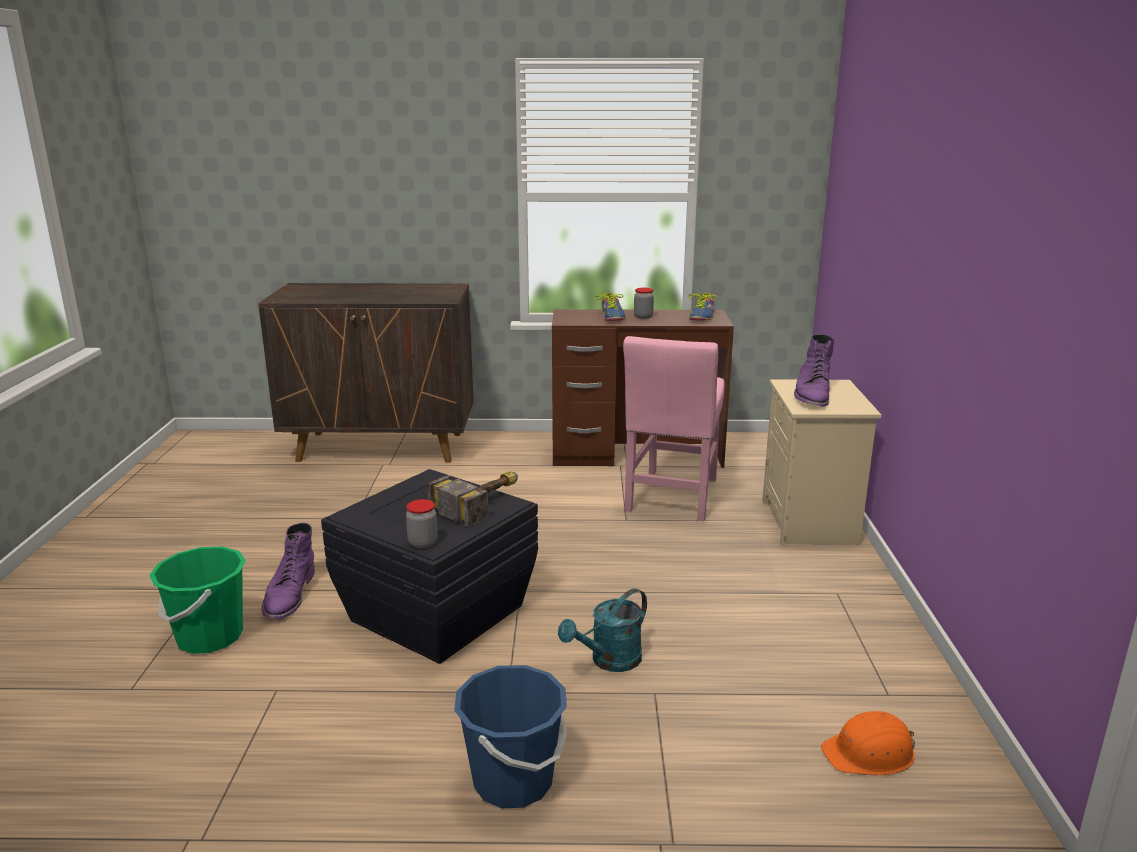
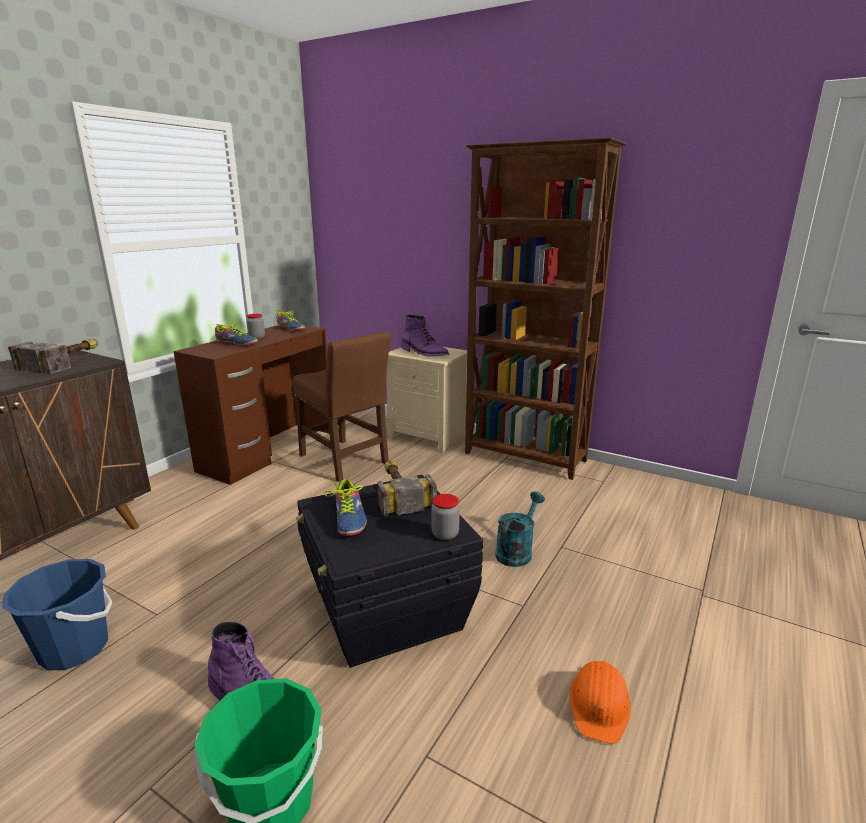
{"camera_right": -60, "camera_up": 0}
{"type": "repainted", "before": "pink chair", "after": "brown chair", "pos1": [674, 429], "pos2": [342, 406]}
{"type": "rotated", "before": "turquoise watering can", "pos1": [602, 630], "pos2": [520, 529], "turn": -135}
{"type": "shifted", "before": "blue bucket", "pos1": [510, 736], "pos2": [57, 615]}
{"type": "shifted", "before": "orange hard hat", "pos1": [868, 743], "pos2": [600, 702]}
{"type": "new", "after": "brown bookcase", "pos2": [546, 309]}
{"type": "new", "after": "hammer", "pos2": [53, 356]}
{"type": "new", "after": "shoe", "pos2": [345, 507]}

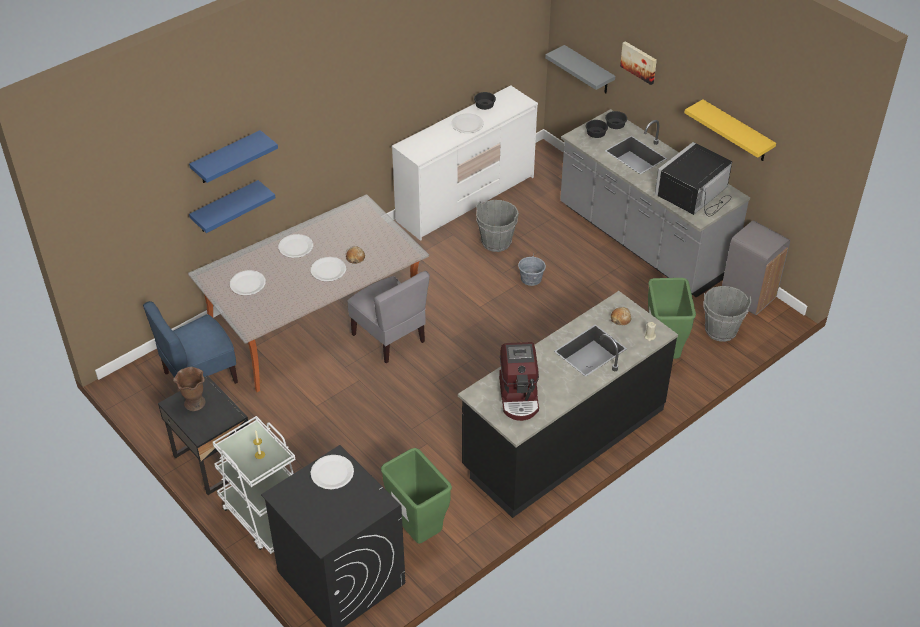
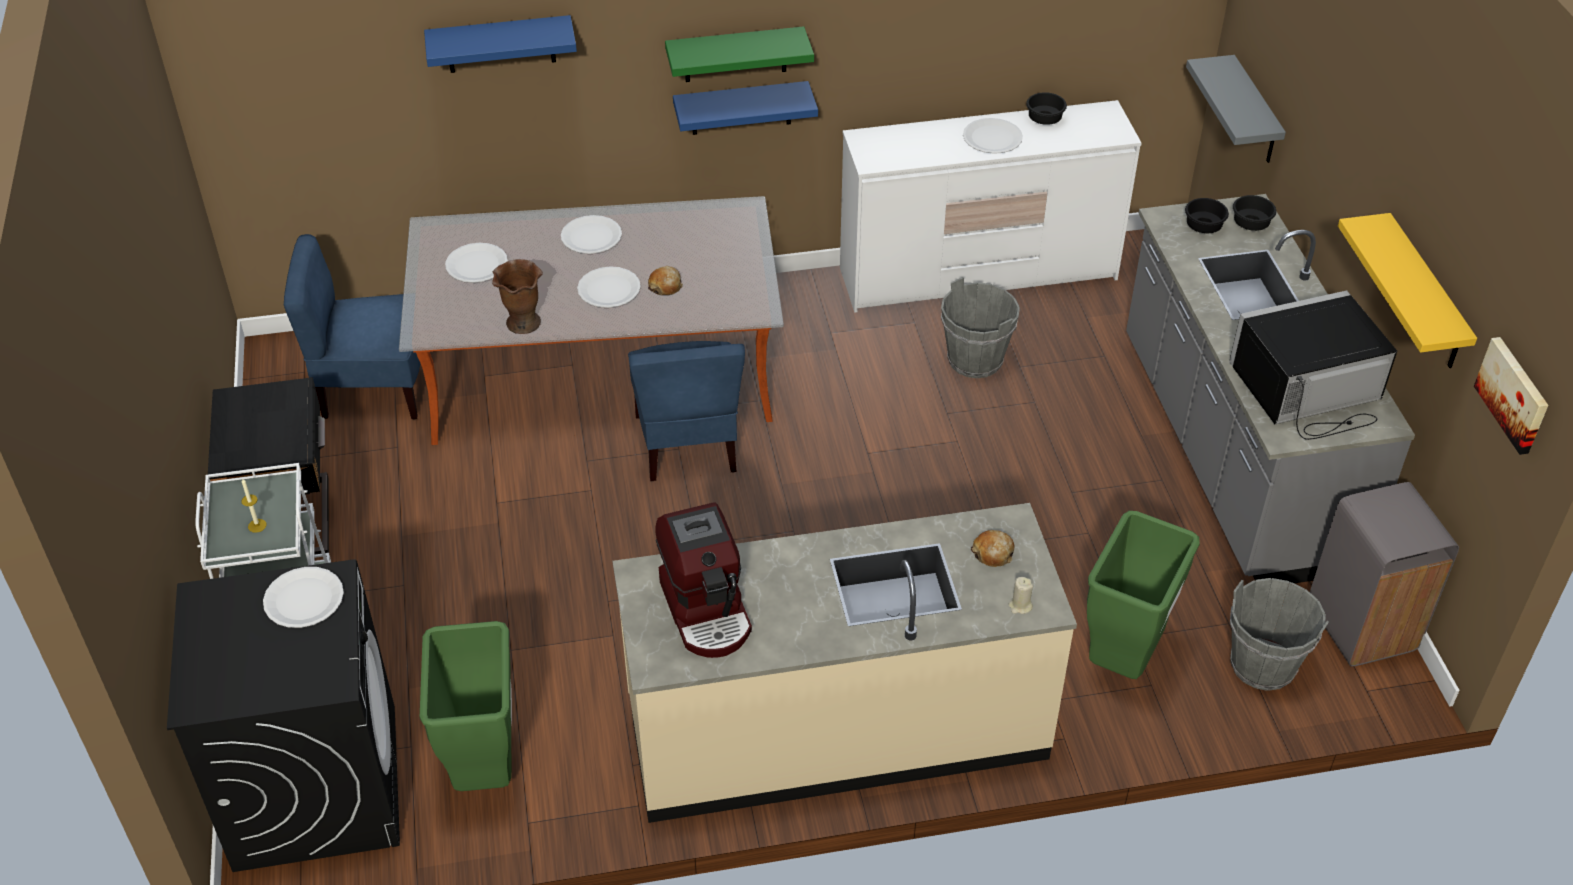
{"camera_right": 30, "camera_up": 0}
{"type": "shifted", "before": "picture", "pos1": [638, 63], "pos2": [1511, 396]}
{"type": "shifted", "before": "blue shelf", "pos1": [232, 206], "pos2": [745, 108]}
{"type": "gone", "before": "grey bucket", "pos1": [532, 269]}
{"type": "repainted", "before": "grey chair", "after": "blue chair", "pos1": [388, 317], "pos2": [686, 411]}
{"type": "repainted", "before": "black counter", "after": "beige counter", "pos1": [568, 404], "pos2": [845, 663]}
{"type": "rotated", "before": "coffee machine", "pos1": [519, 381], "pos2": [703, 580], "turn": -45}
{"type": "shifted", "before": "brown vase", "pos1": [189, 389], "pos2": [517, 296]}
{"type": "new", "after": "green shelf", "pos2": [739, 54]}

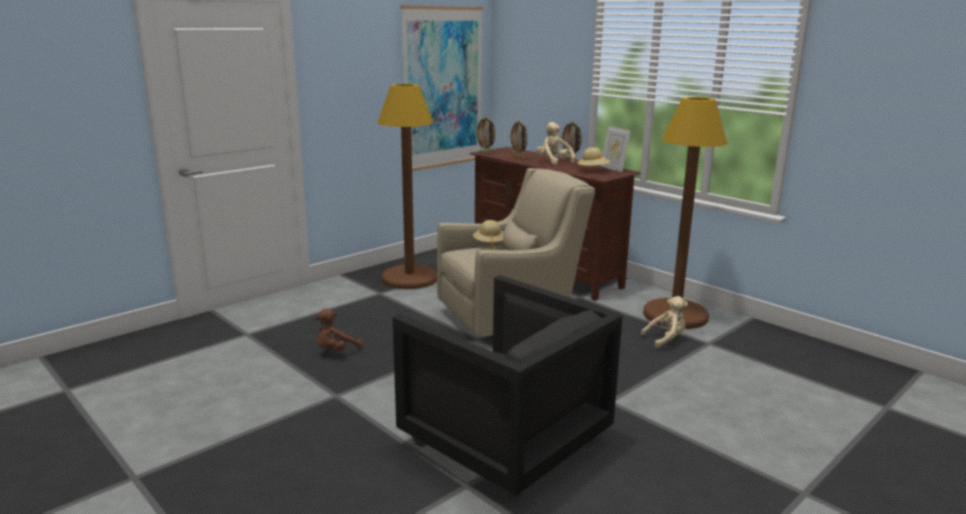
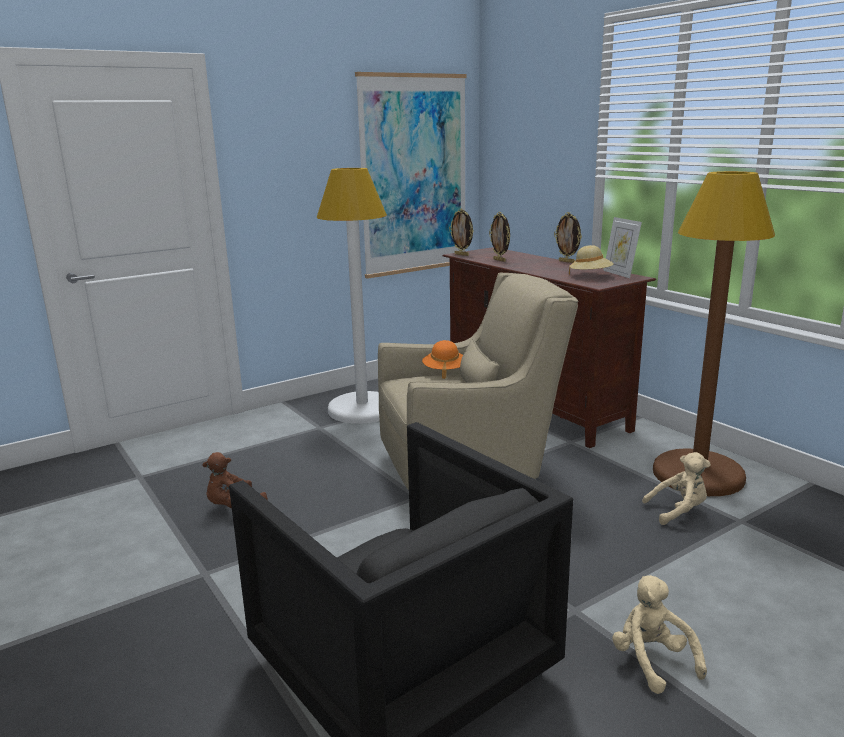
{"camera_right": 10, "camera_up": 0}
{"type": "repainted", "before": "brown floor lamp", "after": "white floor lamp", "pos1": [407, 186], "pos2": [352, 296]}
{"type": "shifted", "before": "beige plush toy", "pos1": [556, 143], "pos2": [659, 634]}
{"type": "repainted", "before": "beige hat", "after": "orange hat", "pos1": [488, 234], "pos2": [442, 359]}

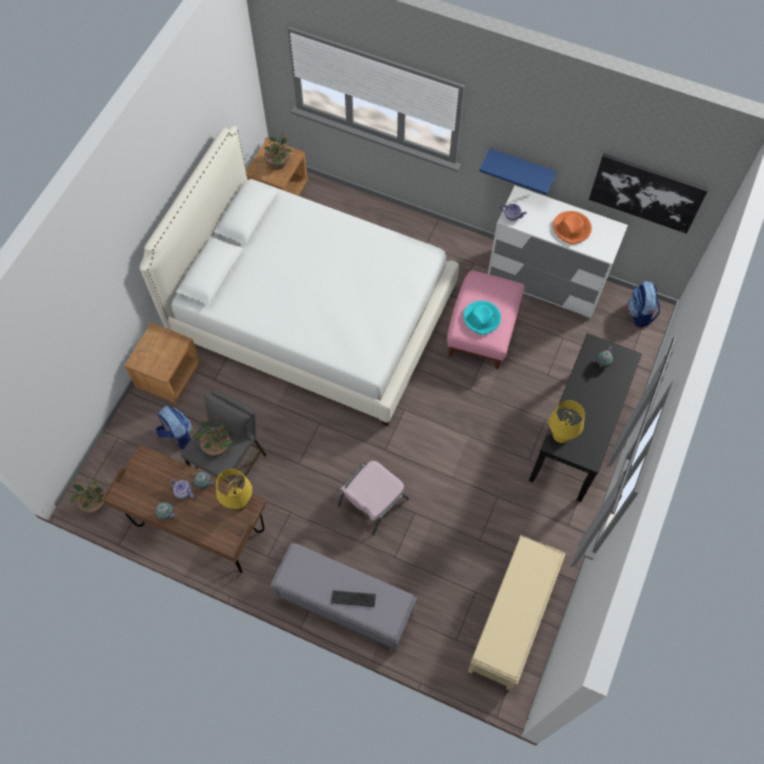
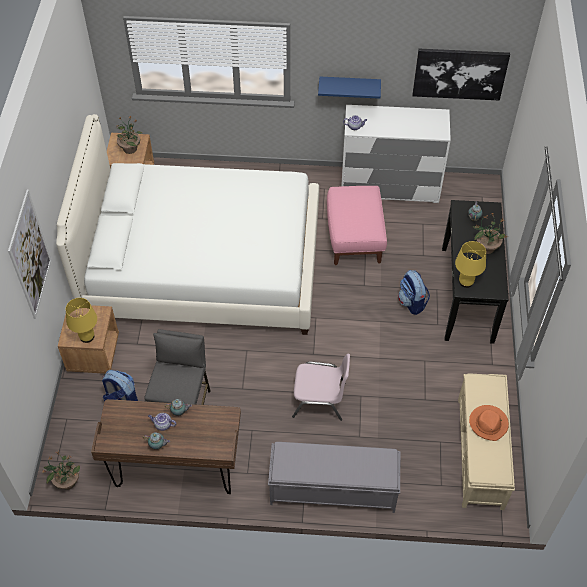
{"camera_right": -20, "camera_up": -10}
{"type": "shifted", "before": "orange hat", "pos1": [572, 228], "pos2": [489, 423]}
{"type": "shifted", "before": "backpack", "pos1": [643, 304], "pos2": [414, 292]}
{"type": "gone", "before": "turquoise hat", "pos1": [482, 318]}
{"type": "shifted", "before": "potted plant", "pos1": [212, 436], "pos2": [490, 233]}
{"type": "rotated", "before": "pink chair", "pos1": [373, 498], "pos2": [321, 387], "turn": -105}
{"type": "shifted", "before": "yellow table lamp", "pos1": [234, 490], "pos2": [81, 320]}
{"type": "gone", "before": "keyboard", "pos1": [353, 598]}
{"type": "new", "after": "picture", "pos2": [30, 254]}

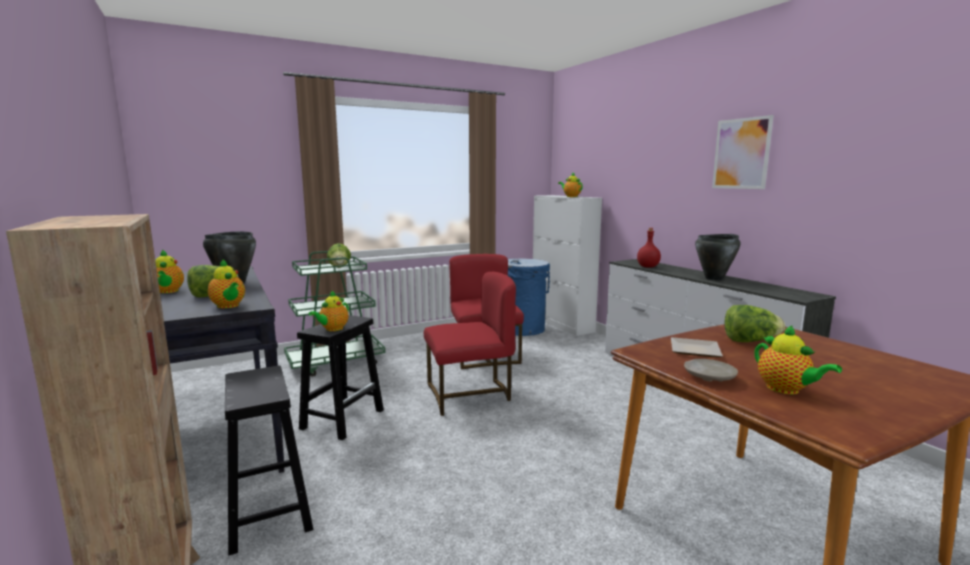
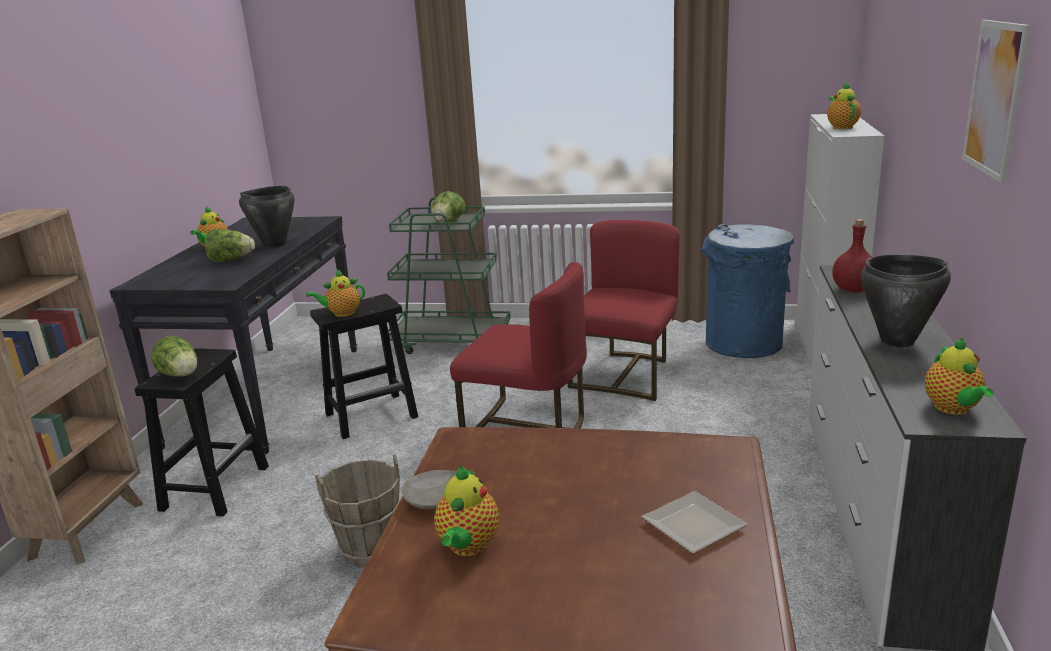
{"camera_right": 40, "camera_up": 10}
{"type": "shifted", "before": "teapot", "pos1": [226, 283], "pos2": [959, 376]}
{"type": "shifted", "before": "lettuce", "pos1": [755, 323], "pos2": [174, 356]}
{"type": "shifted", "before": "plate", "pos1": [697, 347], "pos2": [695, 522]}
{"type": "new", "after": "brown bucket", "pos2": [358, 511]}

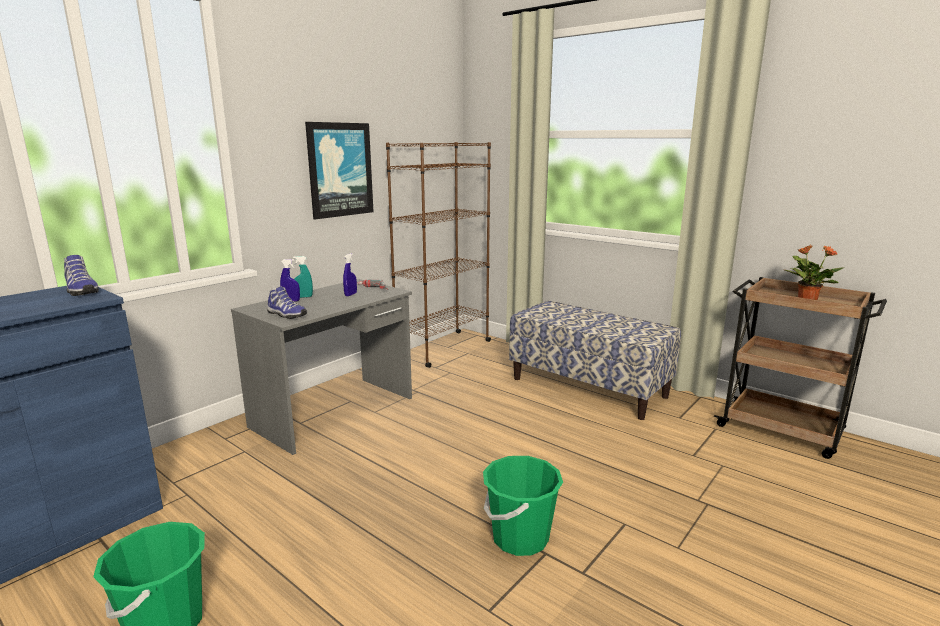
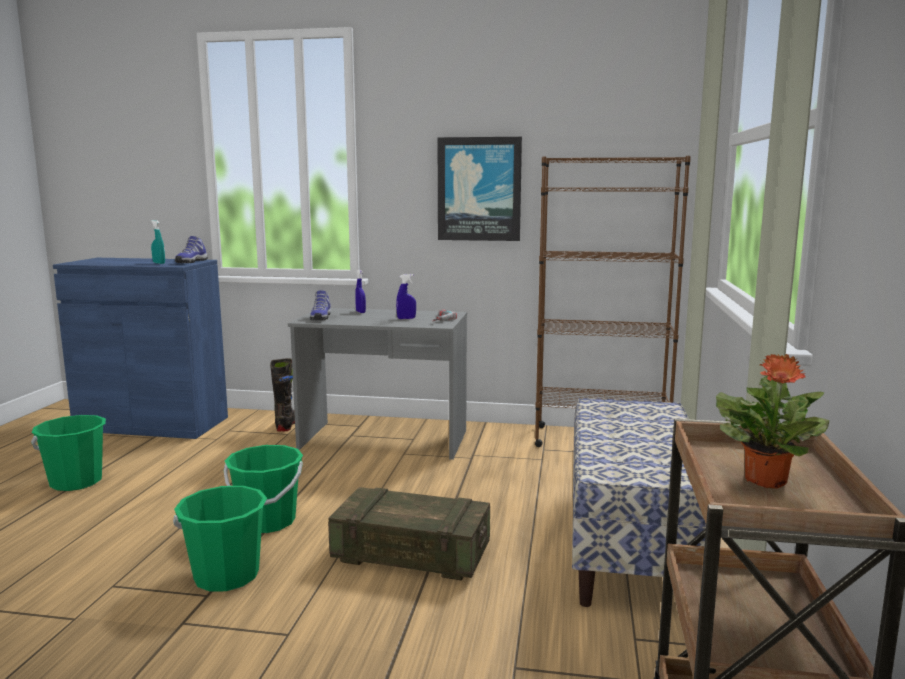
{"camera_right": 60, "camera_up": -5}
{"type": "shifted", "before": "turquoise spray bottle", "pos1": [303, 277], "pos2": [158, 242]}
{"type": "new", "after": "black boot", "pos2": [282, 394]}
{"type": "new", "after": "green bucket", "pos2": [263, 489]}
{"type": "new", "after": "crate", "pos2": [409, 534]}

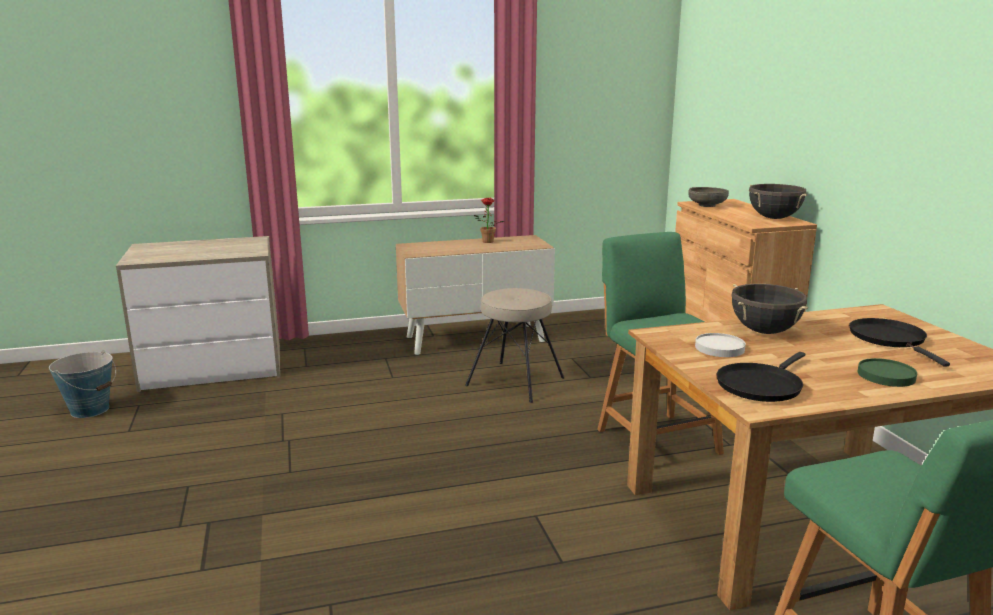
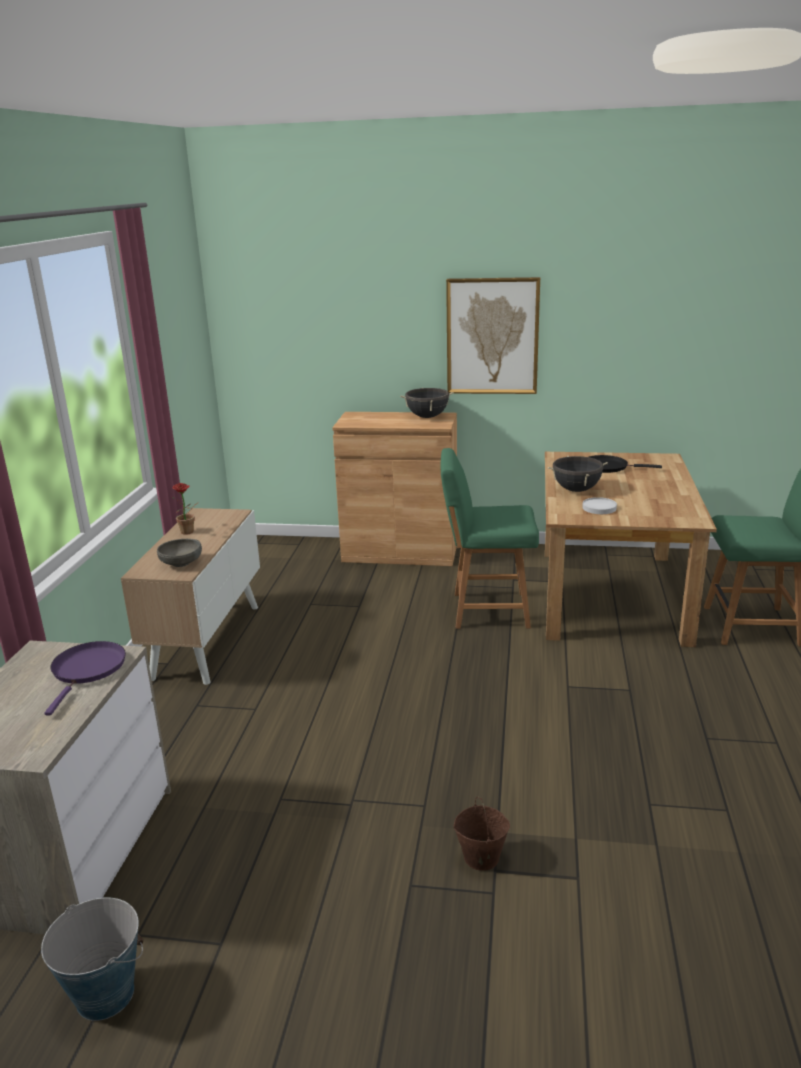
{"camera_right": -65, "camera_up": 5}
{"type": "shifted", "before": "grey bowl", "pos1": [708, 197], "pos2": [179, 553]}
{"type": "gone", "before": "beige stool", "pos1": [514, 345]}
{"type": "gone", "before": "black frying pan", "pos1": [760, 377]}
{"type": "gone", "before": "green plate", "pos1": [887, 372]}
{"type": "new", "after": "picture", "pos2": [493, 335]}
{"type": "new", "after": "purple frying pan", "pos2": [85, 678]}
{"type": "new", "after": "brown bucket", "pos2": [481, 833]}

